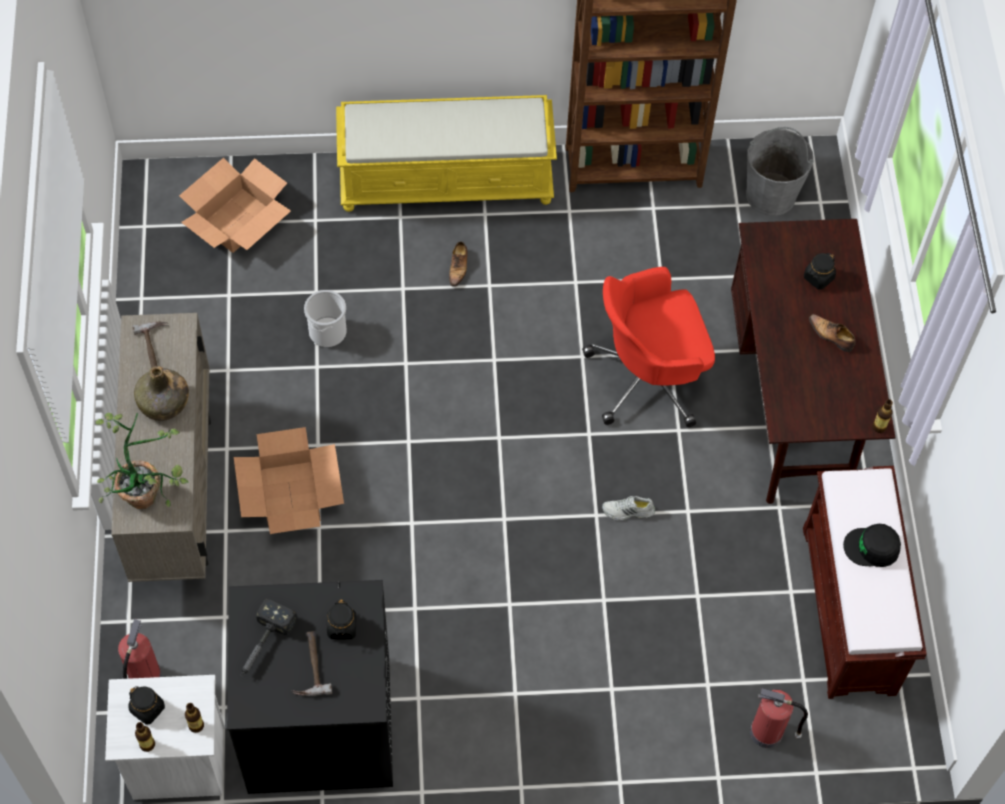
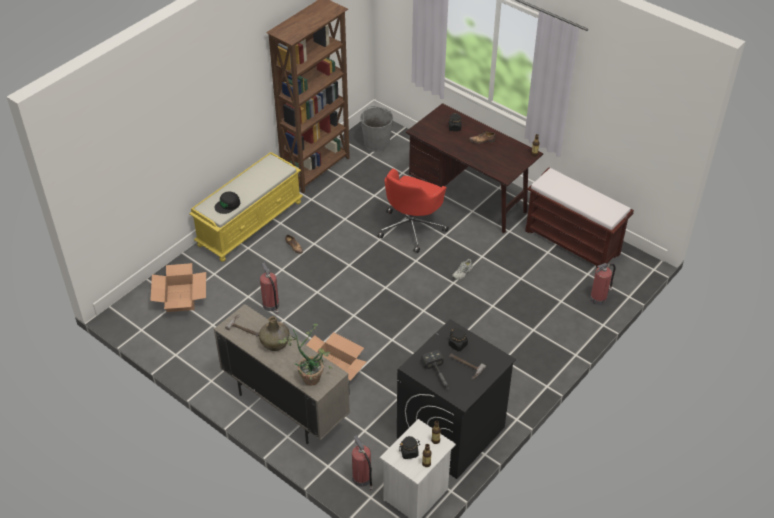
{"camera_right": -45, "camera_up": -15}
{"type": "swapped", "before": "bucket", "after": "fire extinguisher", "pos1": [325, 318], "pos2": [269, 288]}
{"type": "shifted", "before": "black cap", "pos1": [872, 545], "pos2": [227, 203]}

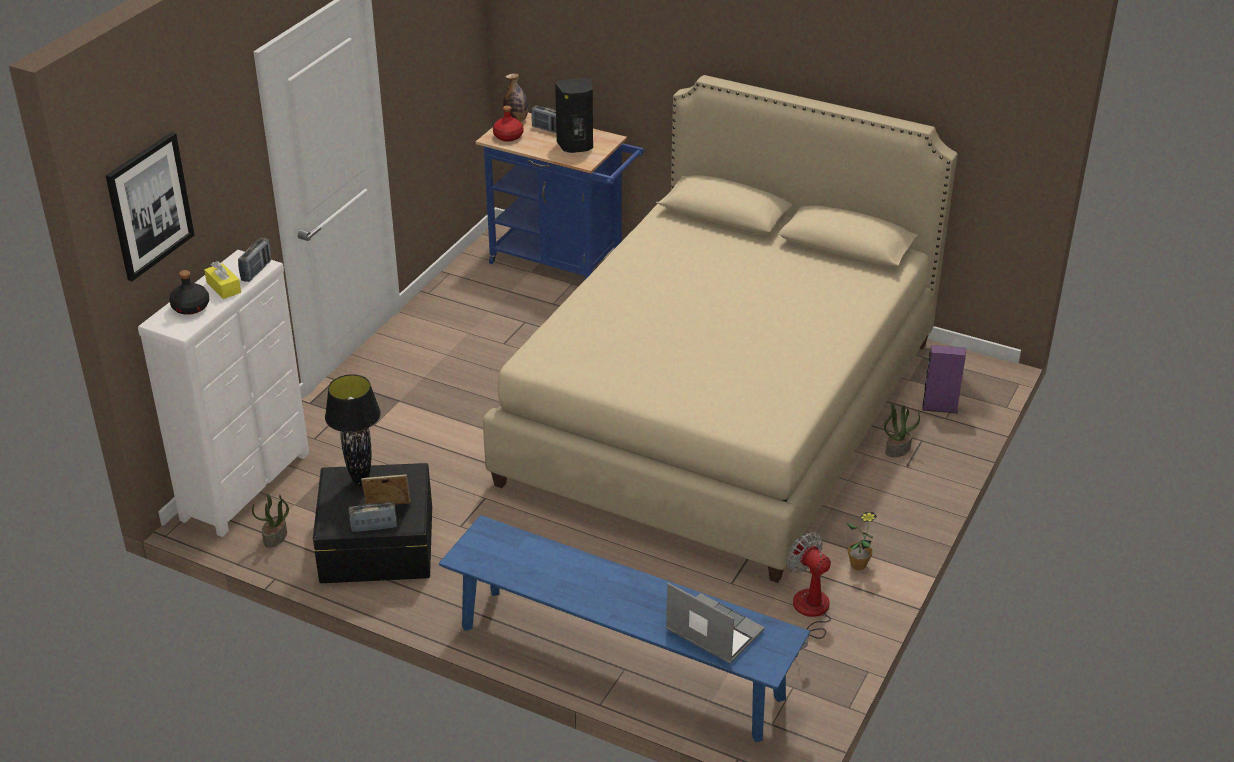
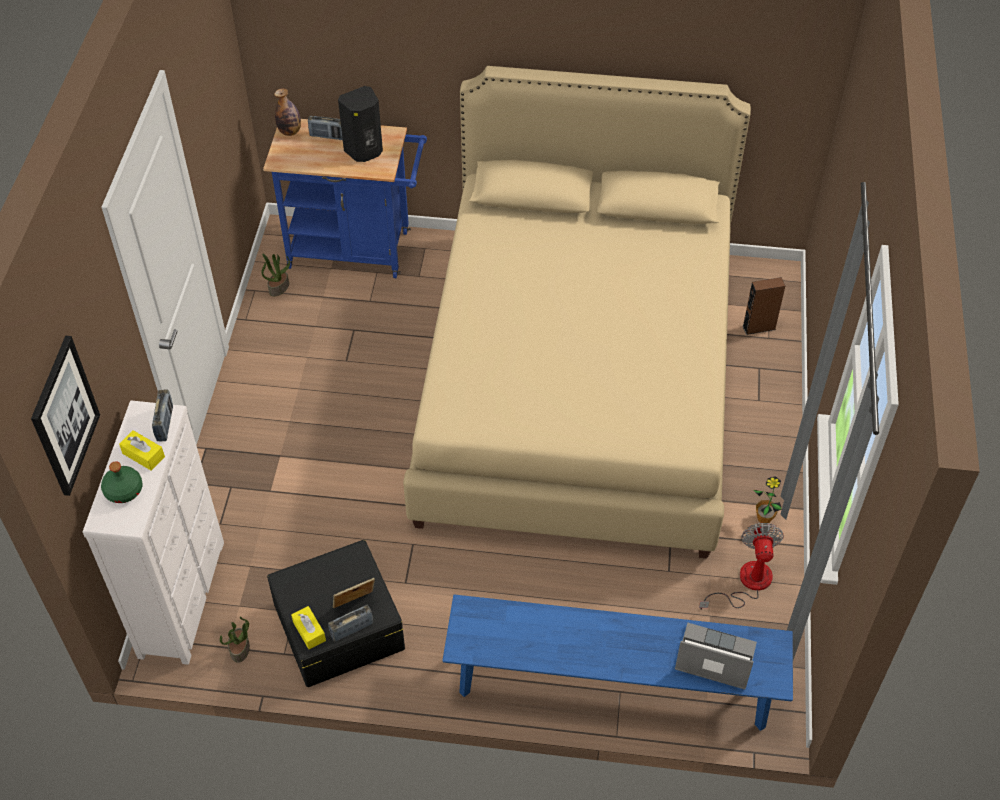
{"camera_right": -20, "camera_up": 15}
{"type": "gone", "before": "red bottle", "pos1": [508, 123]}
{"type": "repainted", "before": "black bottle", "after": "green bottle", "pos1": [189, 292], "pos2": [122, 482]}
{"type": "repainted", "before": "purple speaker", "after": "brown speaker", "pos1": [944, 379], "pos2": [764, 306]}
{"type": "gone", "before": "black table lamp", "pos1": [353, 430]}
{"type": "shifted", "before": "potted plant", "pos1": [902, 430], "pos2": [275, 274]}
{"type": "rotated", "before": "fan", "pos1": [809, 594], "pos2": [741, 566], "turn": 60}
{"type": "new", "after": "yellow tissue box", "pos2": [308, 627]}

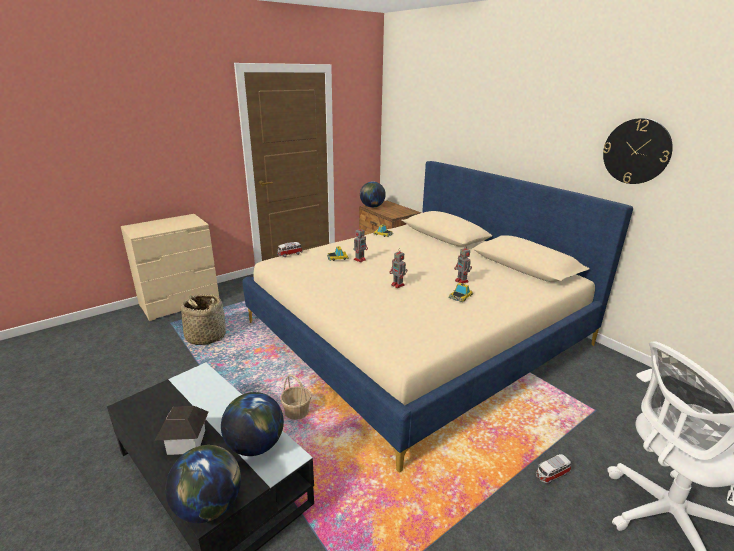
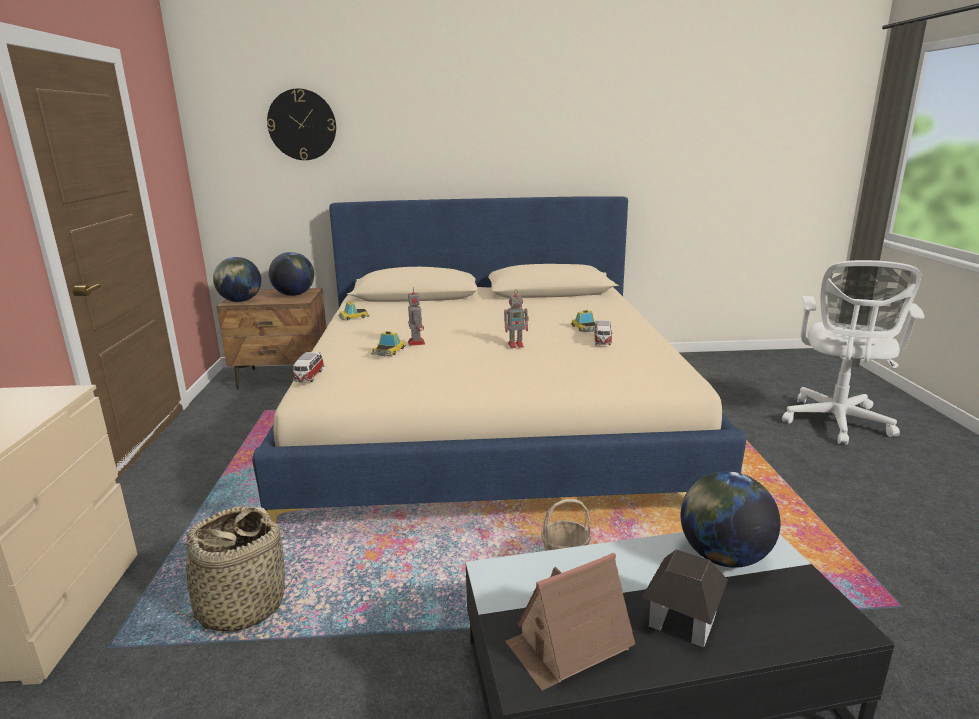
{"camera_right": -55, "camera_up": -5}
{"type": "shifted", "before": "wall clock", "pos1": [638, 151], "pos2": [301, 124]}
{"type": "gone", "before": "toy robot", "pos1": [463, 265]}
{"type": "shifted", "before": "globe", "pos1": [203, 484], "pos2": [291, 274]}
{"type": "shifted", "before": "toy car", "pos1": [553, 468], "pos2": [603, 332]}
{"type": "new", "after": "toy house", "pos2": [570, 622]}

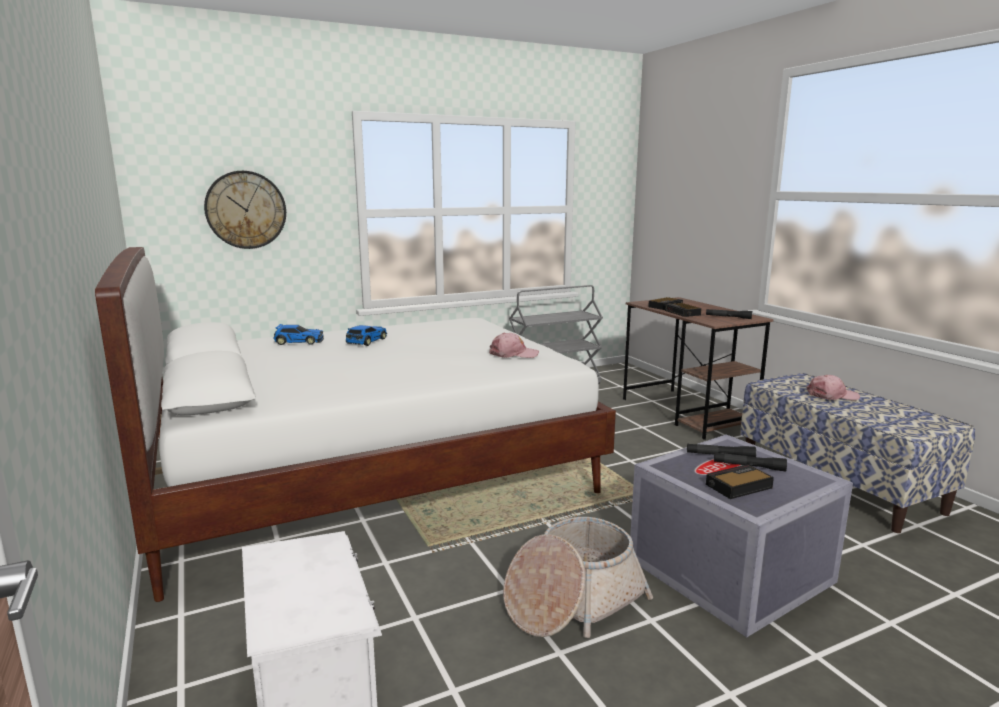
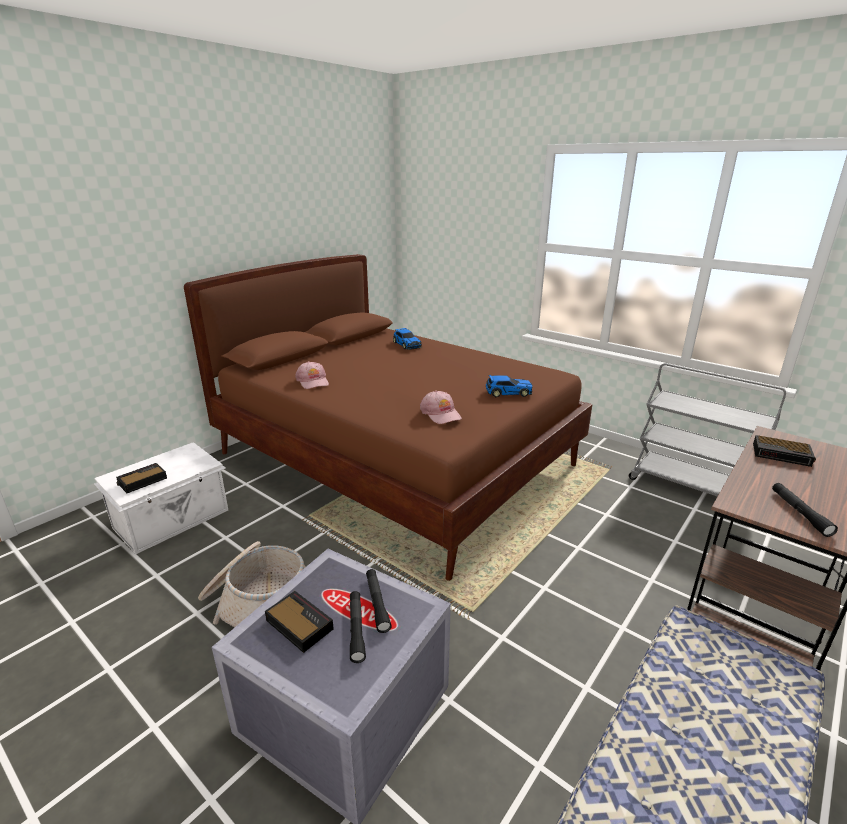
{"camera_right": 65, "camera_up": 10}
{"type": "gone", "before": "wall clock", "pos1": [245, 210]}
{"type": "repainted", "before": "white bed", "after": "brown bed", "pos1": [355, 424], "pos2": [388, 417]}
{"type": "shifted", "before": "alarm clock", "pos1": [683, 310], "pos2": [141, 478]}
{"type": "shifted", "before": "toy car", "pos1": [366, 335], "pos2": [509, 386]}
{"type": "shifted", "before": "pink cap", "pos1": [833, 387], "pos2": [312, 375]}

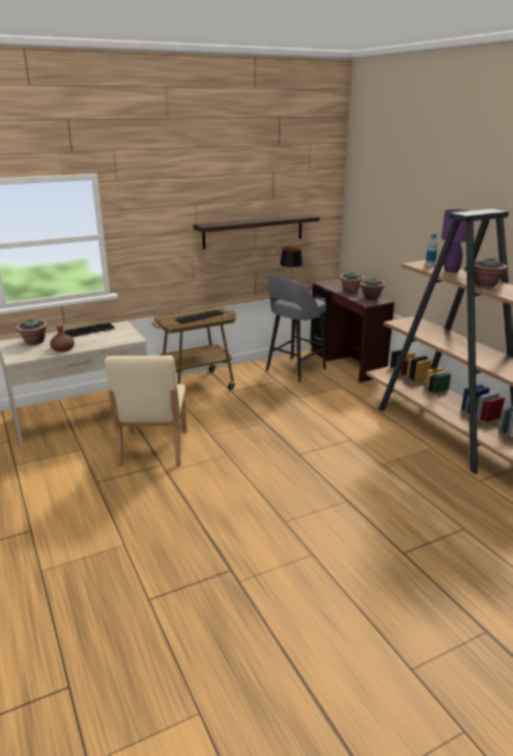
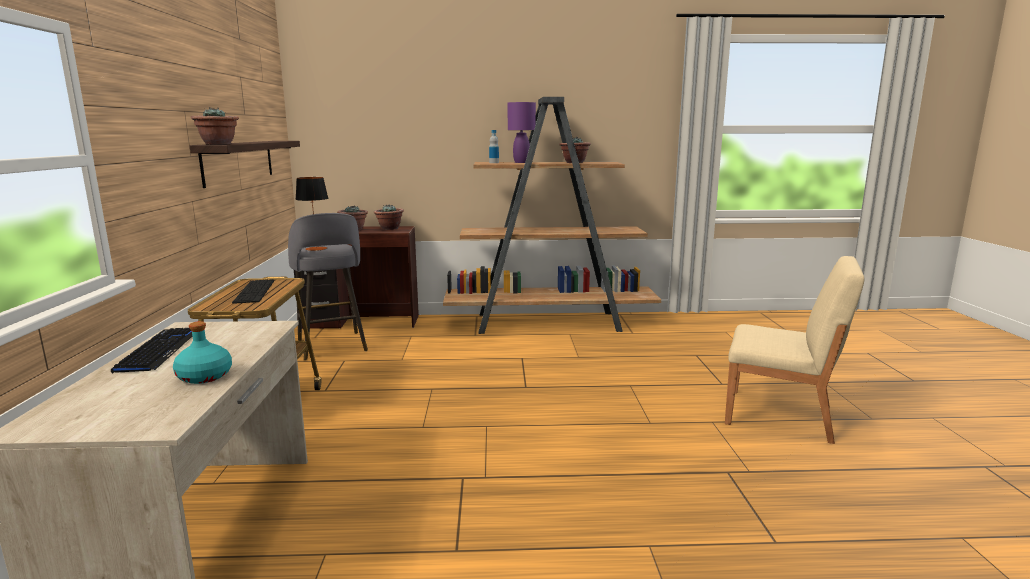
{"camera_right": -65, "camera_up": -10}
{"type": "shifted", "before": "potted plant", "pos1": [32, 332], "pos2": [215, 125]}
{"type": "repainted", "before": "brown bottle", "after": "turquoise bottle", "pos1": [62, 338], "pos2": [202, 352]}
{"type": "shifted", "before": "beige chair", "pos1": [145, 411], "pos2": [794, 350]}

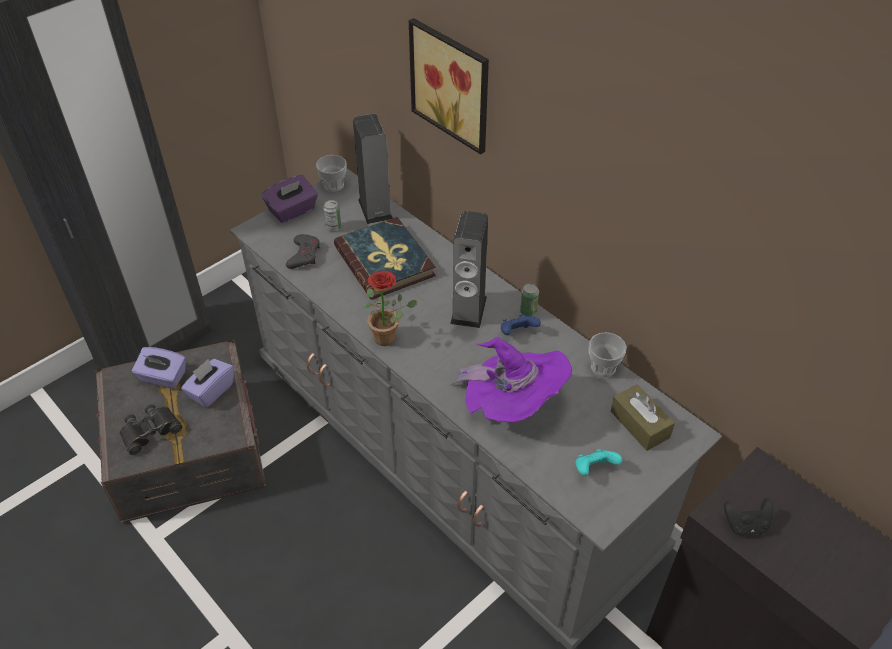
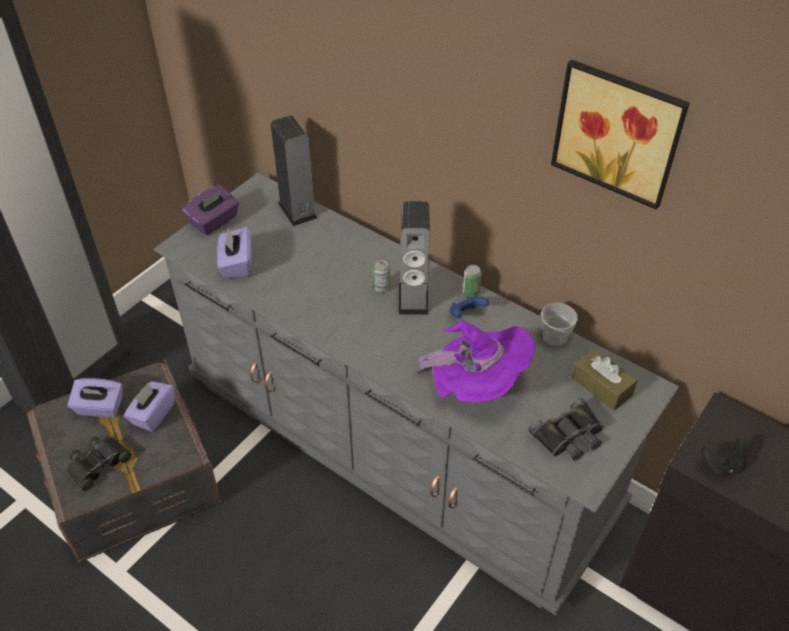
{"camera_right": -10, "camera_up": 0}
{"type": "shifted", "before": "picture", "pos1": [449, 86], "pos2": [620, 135]}
{"type": "gone", "before": "cup", "pos1": [331, 173]}
{"type": "shifted", "before": "can", "pos1": [332, 215], "pos2": [381, 276]}
{"type": "gone", "before": "book", "pos1": [385, 258]}
{"type": "swapped", "before": "grey game controller", "after": "purple tissue box", "pos1": [303, 251], "pos2": [234, 253]}
{"type": "gone", "before": "potted plant", "pos1": [392, 308]}
{"type": "swapped", "before": "turquoise game controller", "after": "black binoculars", "pos1": [598, 462], "pos2": [565, 429]}

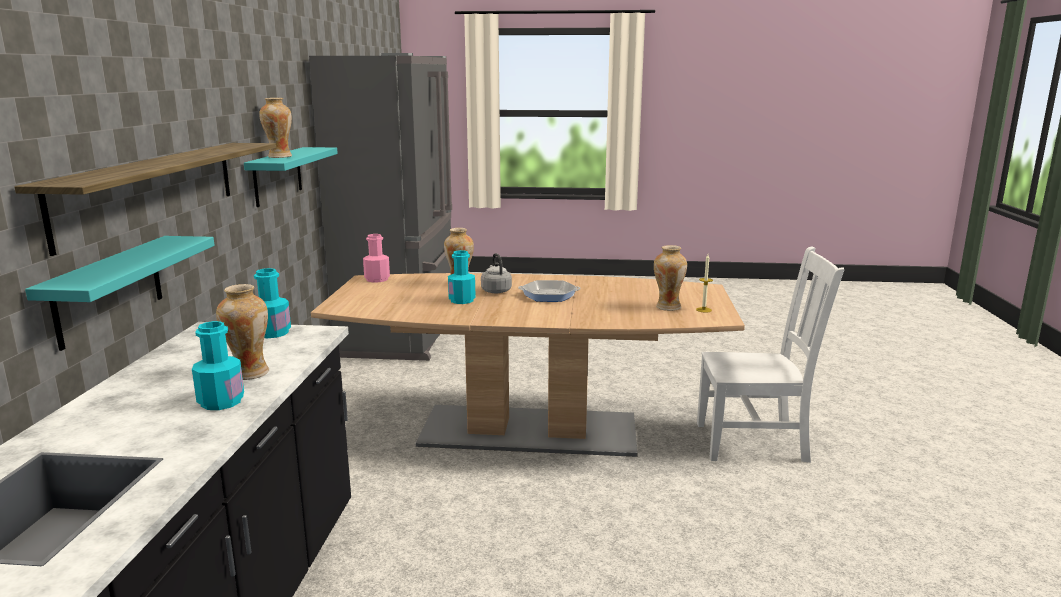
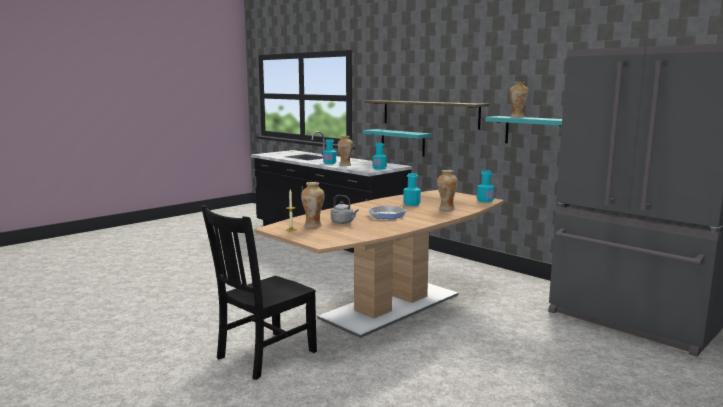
{"camera_right": 130, "camera_up": -5}
{"type": "repainted", "before": "pink bottle", "after": "turquoise bottle", "pos1": [376, 258], "pos2": [485, 186]}
{"type": "repainted", "before": "white chair", "after": "black chair", "pos1": [770, 354], "pos2": [259, 292]}
{"type": "shifted", "before": "grey kettle", "pos1": [496, 273], "pos2": [345, 209]}

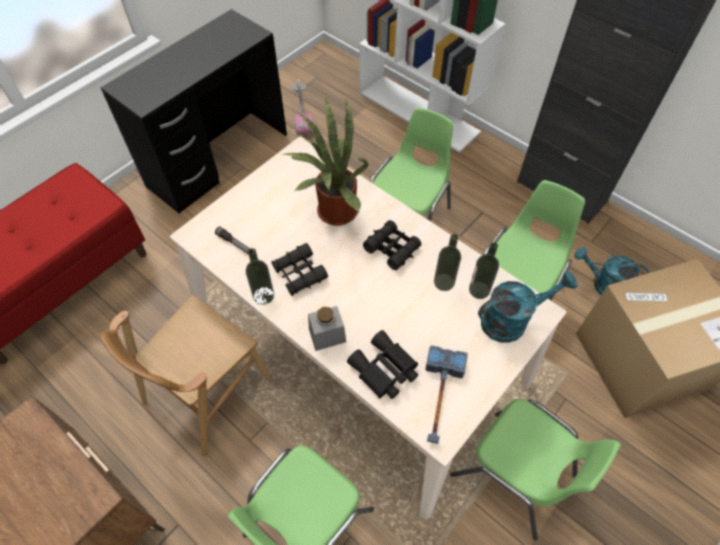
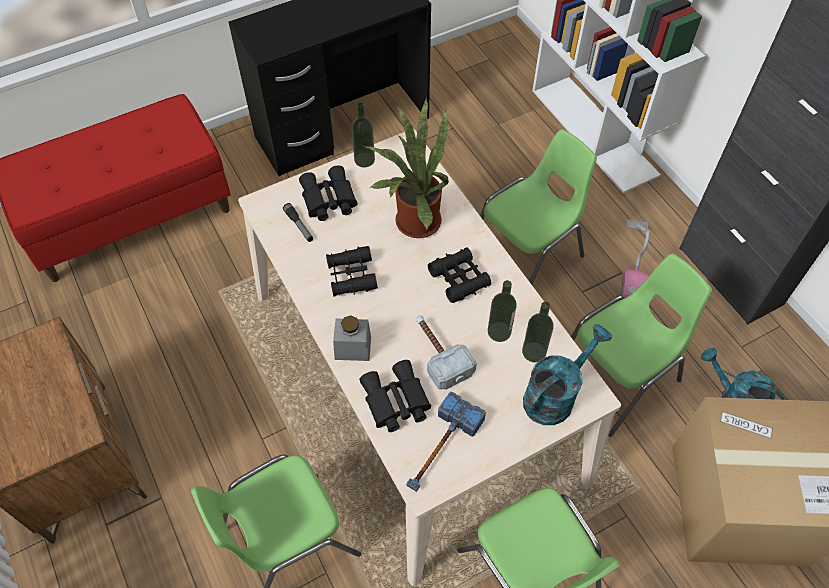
{"camera_right": 20, "camera_up": 0}
{"type": "shifted", "before": "vacuum cleaner", "pos1": [302, 107], "pos2": [635, 258]}
{"type": "shifted", "before": "bottle", "pos1": [260, 276], "pos2": [363, 134]}
{"type": "rotated", "before": "turquoise watering can", "pos1": [528, 307], "pos2": [567, 374], "turn": -45}
{"type": "gone", "before": "brown chair", "pos1": [186, 376]}
{"type": "new", "after": "black binoculars", "pos2": [328, 193]}
{"type": "new", "after": "hammer", "pos2": [446, 353]}

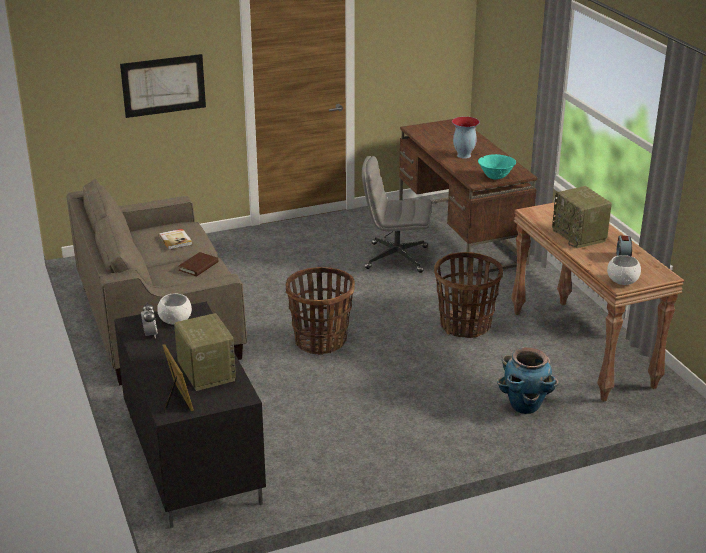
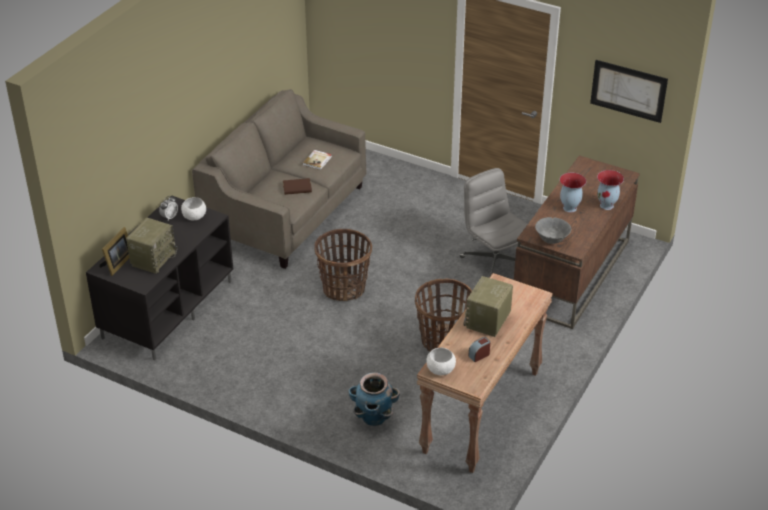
{"camera_right": 50, "camera_up": 10}
{"type": "shifted", "before": "picture", "pos1": [163, 86], "pos2": [629, 91]}
{"type": "repainted", "before": "turquoise bowl", "after": "grey bowl", "pos1": [497, 166], "pos2": [553, 230]}
{"type": "new", "after": "vase", "pos2": [610, 190]}

